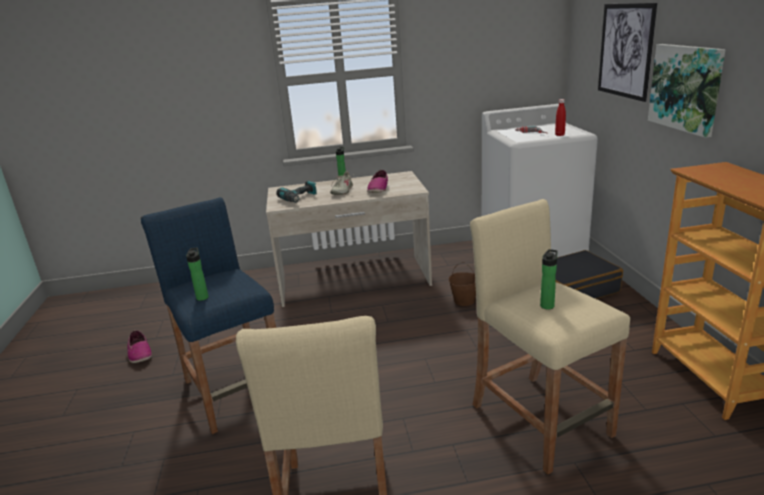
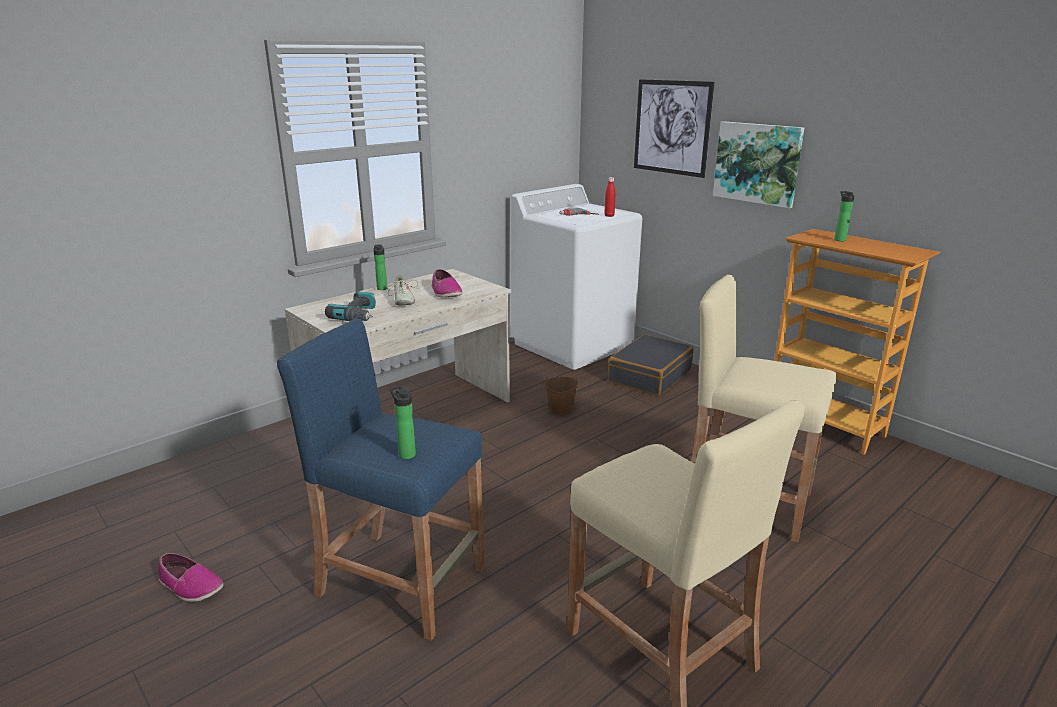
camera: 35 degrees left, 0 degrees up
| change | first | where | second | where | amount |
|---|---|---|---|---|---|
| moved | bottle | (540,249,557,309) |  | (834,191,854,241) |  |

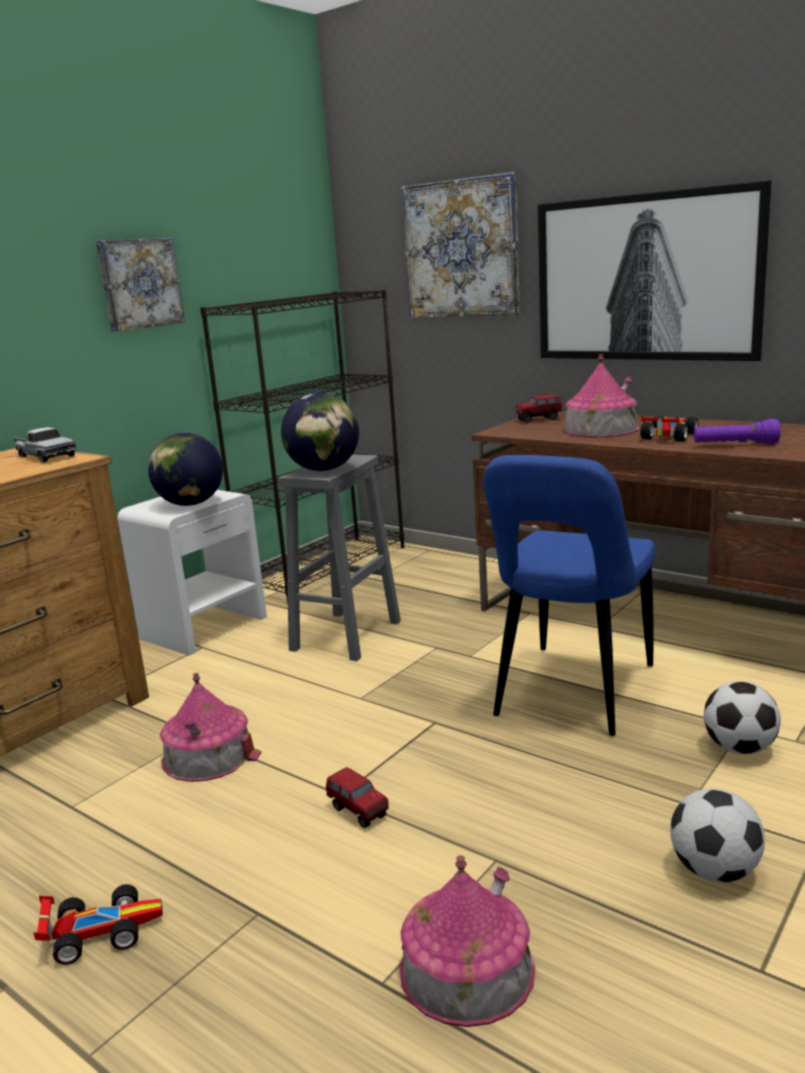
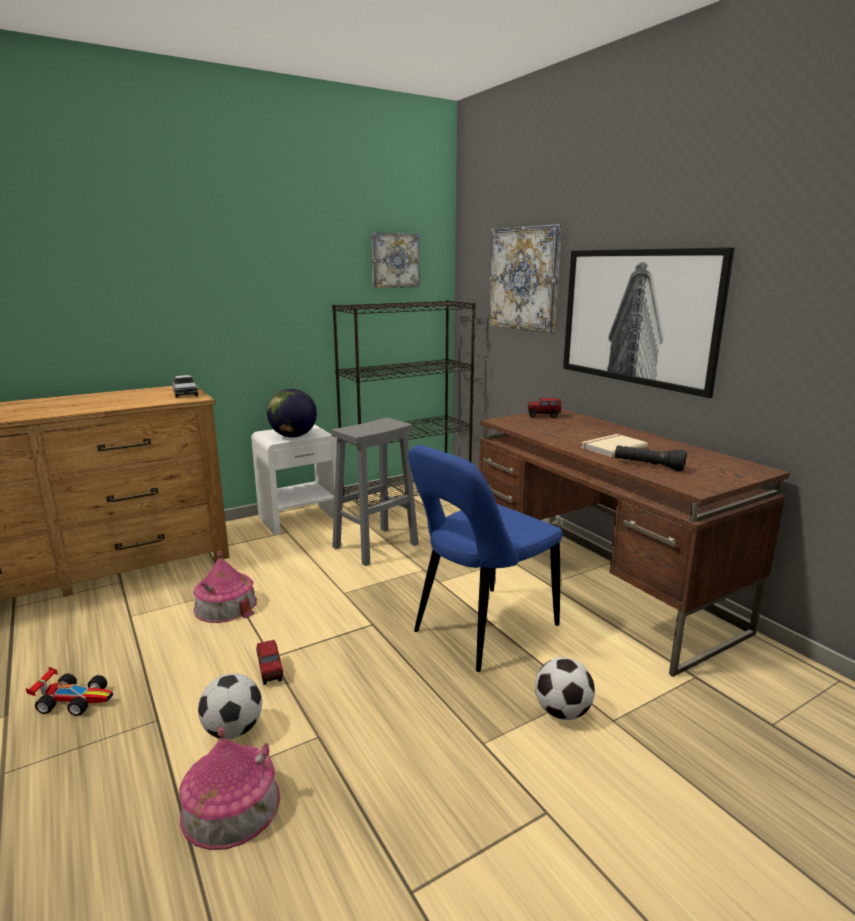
camera: 20 degrees right, 0 degrees up
| change | first | where | second | where | amount |
|---|---|---|---|---|---|
| moved | picture | (96,238,185,331) |  | (371,232,420,288) |  |
| removed | toy house | (563,354,639,437) |  |  |  |
| removed | globe | (281,393,359,471) |  |  |  |
| replaced | toy car | (640,416,699,441) | beige book | (581,434,648,457) |  |
| recoloured | purple flashlight | (694,419,781,445) | black flashlight | (615,445,687,471) |  |
| moved | football | (670,788,765,883) |  | (198,673,262,739) |  |

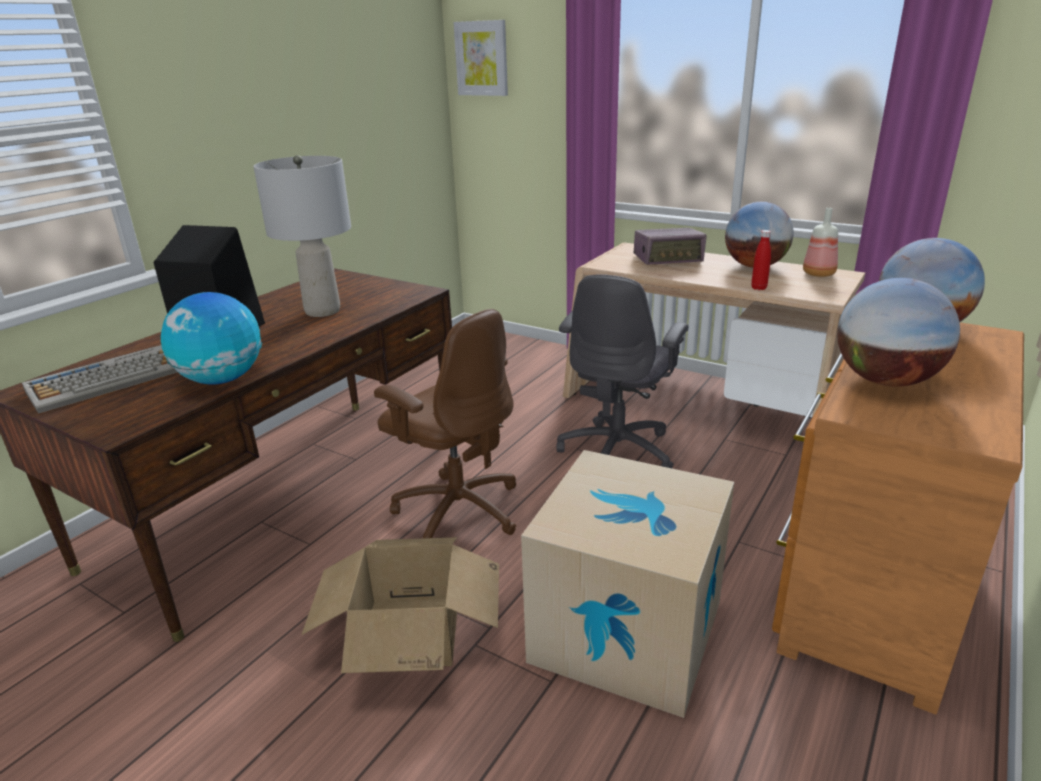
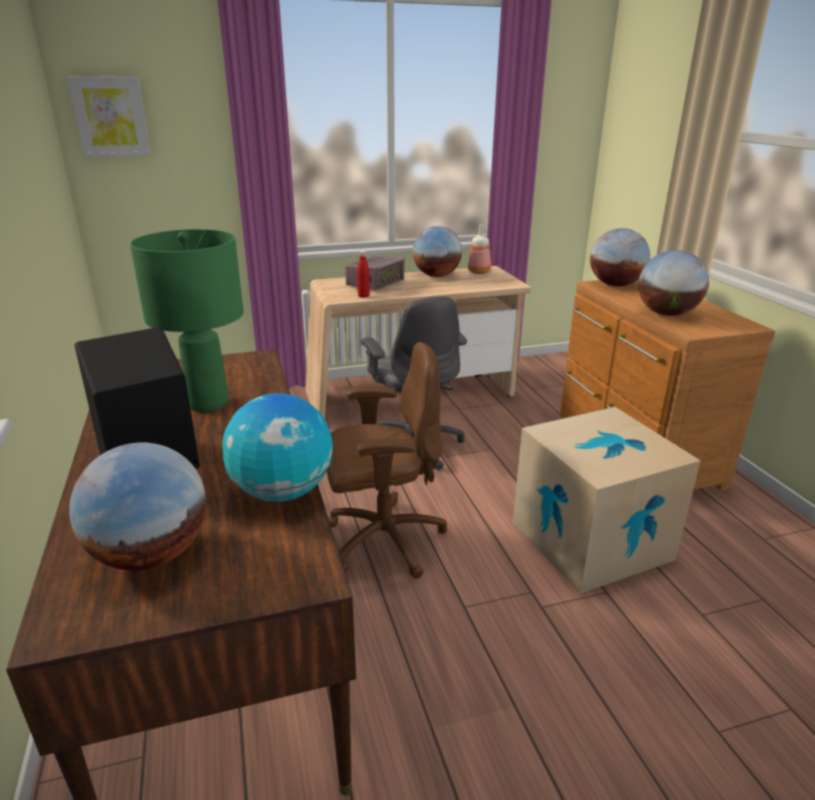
camera: 50 degrees left, 0 degrees up
| change | first | where | second | where | amount |
|---|---|---|---|---|---|
| recoloured | grey table lamp | (253,155,351,317) | green table lamp | (130,229,244,412) |  |
| moved | red bottle | (751,230,771,290) |  | (357,251,370,298) |  |
| replaced | keyboard | (22,345,177,414) | globe | (69,443,206,570) |  |
| removed | cardboard box | (302,537,499,673) |  |  |  |

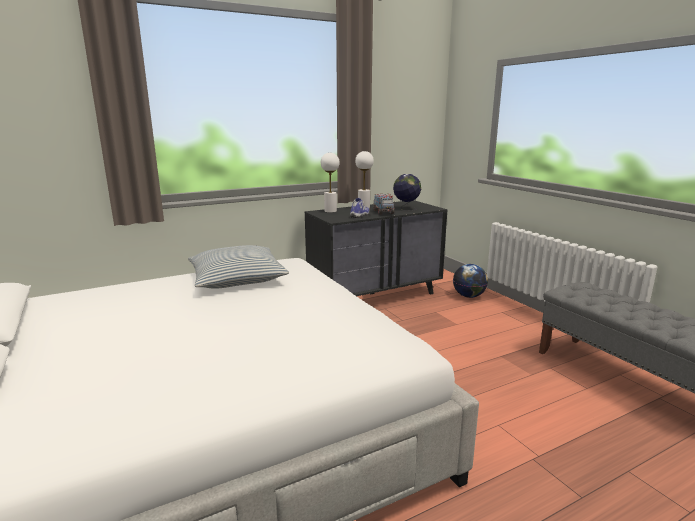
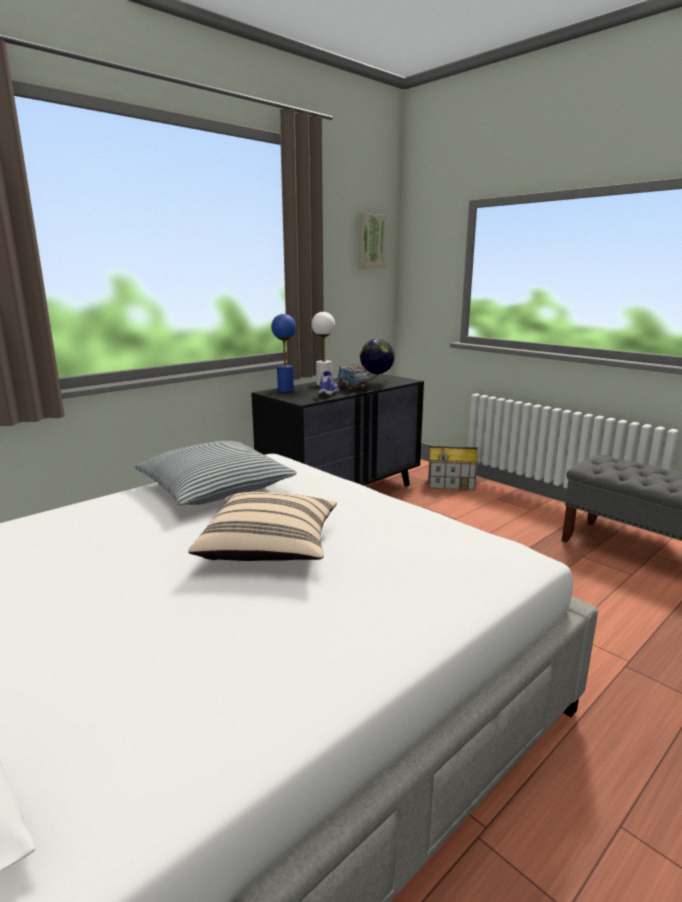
camera: 15 degrees left, 0 degrees up
| change | first | where | second | where | amount |
|---|---|---|---|---|---|
| recoloured | white table lamp | (321,153,340,213) | blue table lamp | (271,314,296,392) |  |
| replaced | globe | (453,264,488,298) | toy house | (428,446,478,490) |  |
| added |  |  | picture | (358,213,387,269) |  |
| added |  |  | beige pillow | (188,492,337,561) |  |

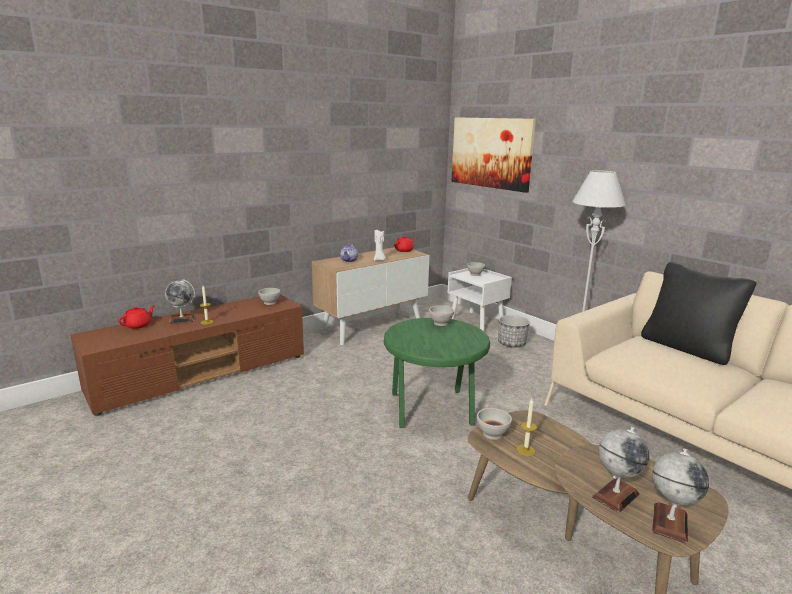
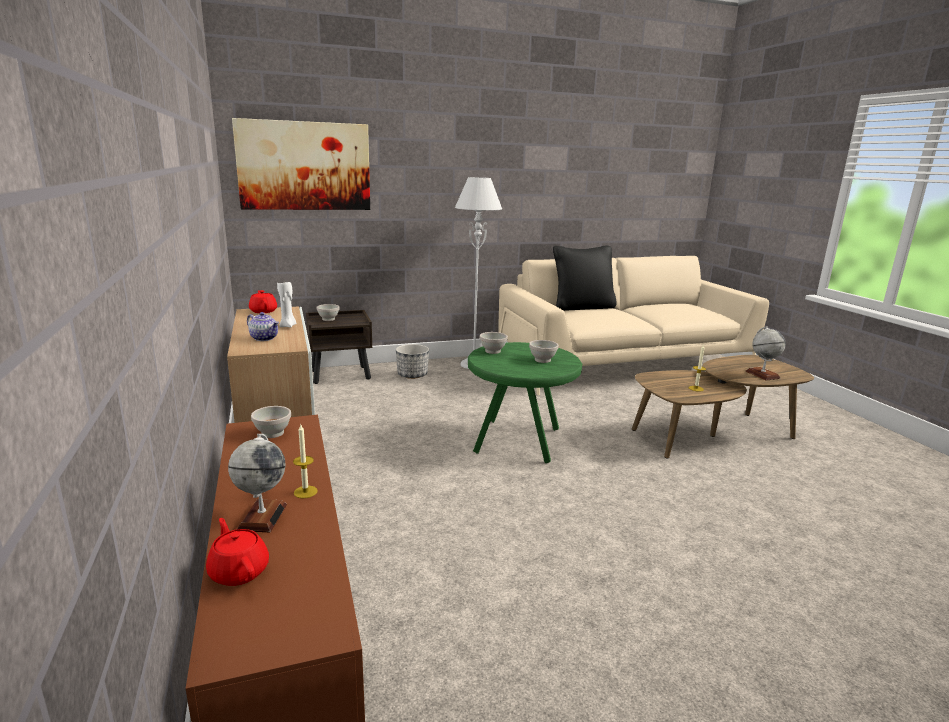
camera: 70 degrees left, 0 degrees up
| change | first | where | second | where | amount |
|---|---|---|---|---|---|
| recoloured | white nightstand | (448,268,512,331) | brown nightstand | (306,310,372,384) |  |
| moved | white bowl | (477,408,512,440) |  | (529,340,558,363) |  |
| removed | globe | (652,448,709,544) |  |  |  |

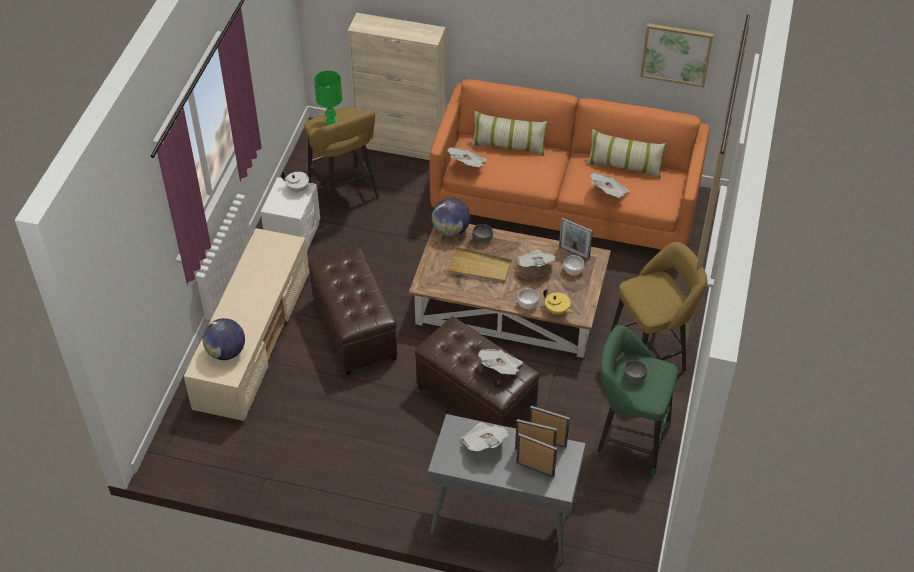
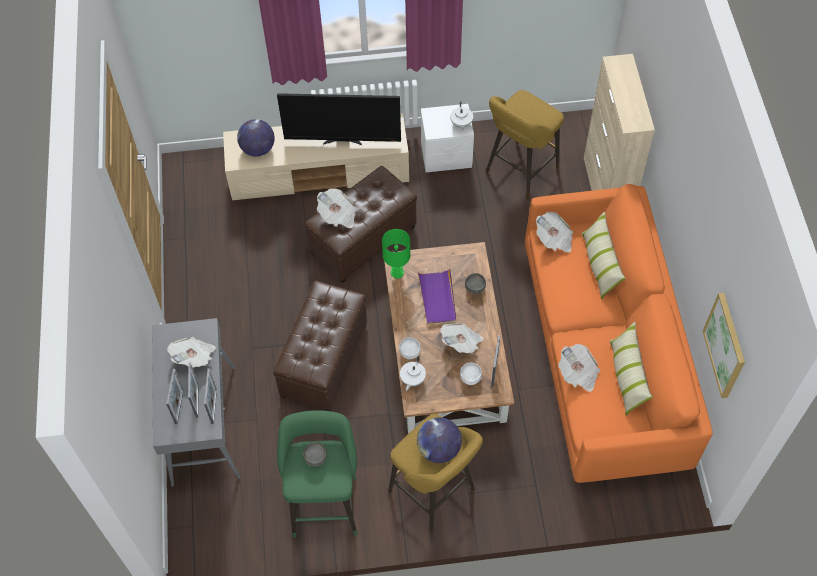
camera: 70 degrees right, 10 degrees up
| change | first | where | second | where | amount |
|---|---|---|---|---|---|
| moved | green table lamp | (314,70,342,125) |  | (382,229,410,278) |  |
| moved | globe | (432,198,470,237) |  | (417,417,462,463) |  |
| recoloured | beige tray | (447,247,512,283) | purple tray | (418,269,456,324) |  |
| recoloured | yellow teapot | (543,289,574,315) | white teapot | (400,356,426,391) |  |
| moved | newspaper | (478,349,523,375) |  | (317,188,357,228) |  |
| added |  |  | television | (277,93,401,146) |  |

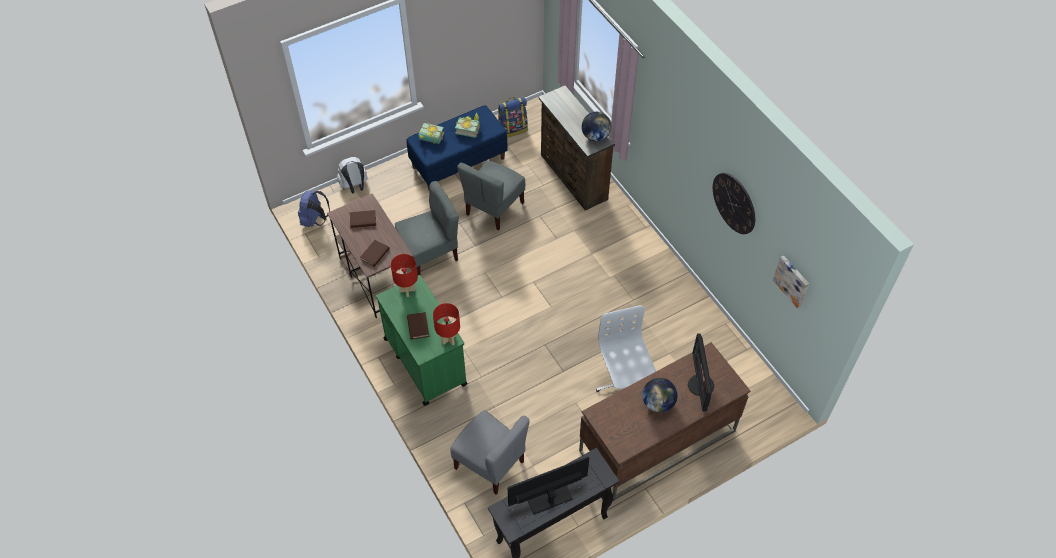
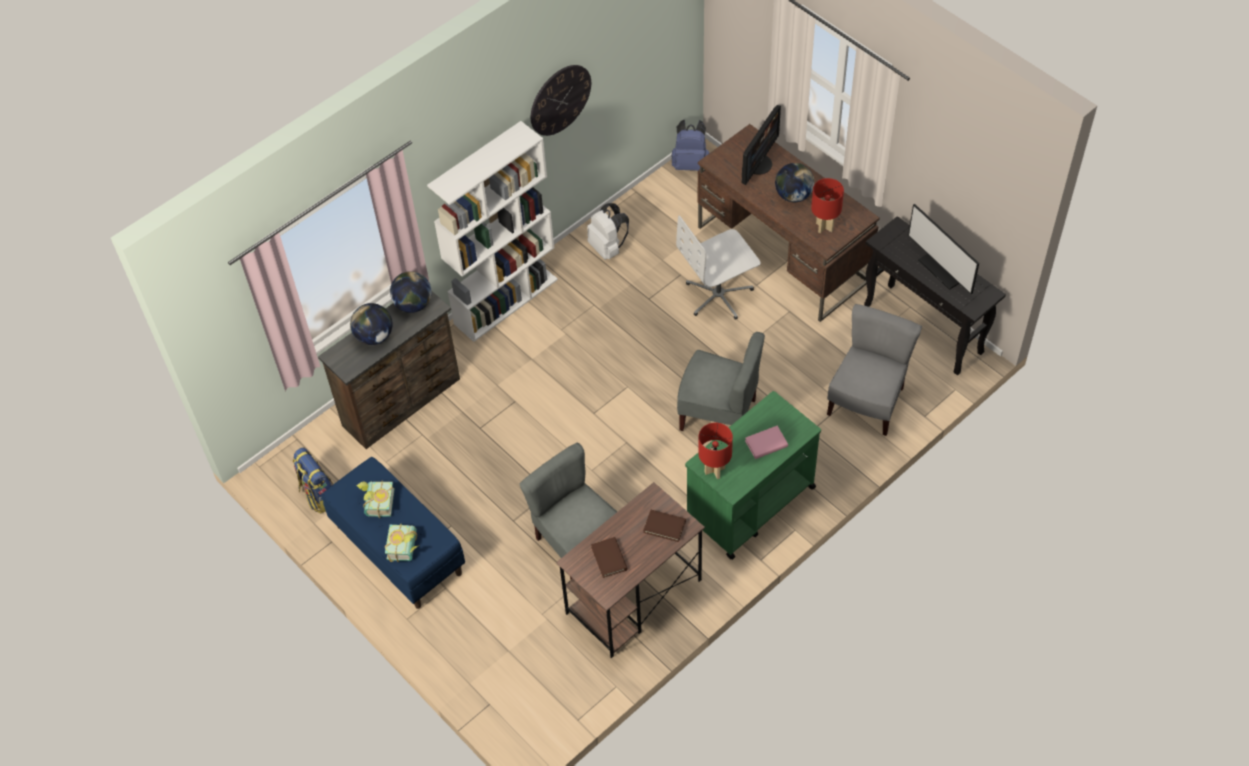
camera: 100 degrees left, 0 degrees up
| change | first | where | second | where | amount |
|---|---|---|---|---|---|
| moved | white backpack | (337,157,368,194) |  | (587,203,629,260) |  |
| moved | grey chair | (457,160,525,231) |  | (677,332,765,431) |  |
| moved | blue backpack | (298,191,330,227) |  | (671,120,709,171) |  |
| removed | picture | (773,255,809,308) |  |  |  |
| moved | red table lamp | (433,303,460,345) |  | (811,178,844,234) |  |
| recoloured | brown book | (407,312,429,340) | pink book | (745,426,788,459) |  |
| turned | monitor | (688,334,714,412) |  | (741,105,781,185) | 45 degrees counterclockwise |
| added |  |  | white bookcase | (427,121,558,342) |  |
| added |  |  | globe | (350,303,393,345) |  |

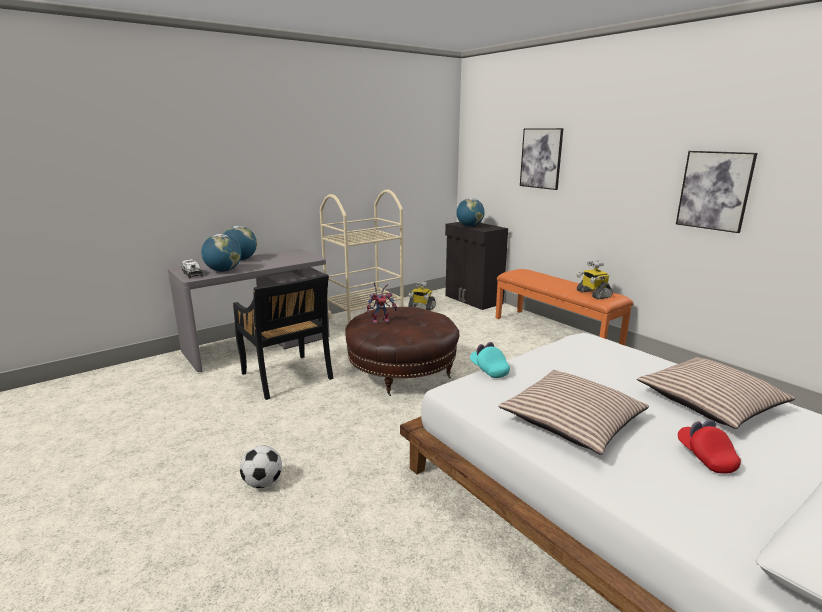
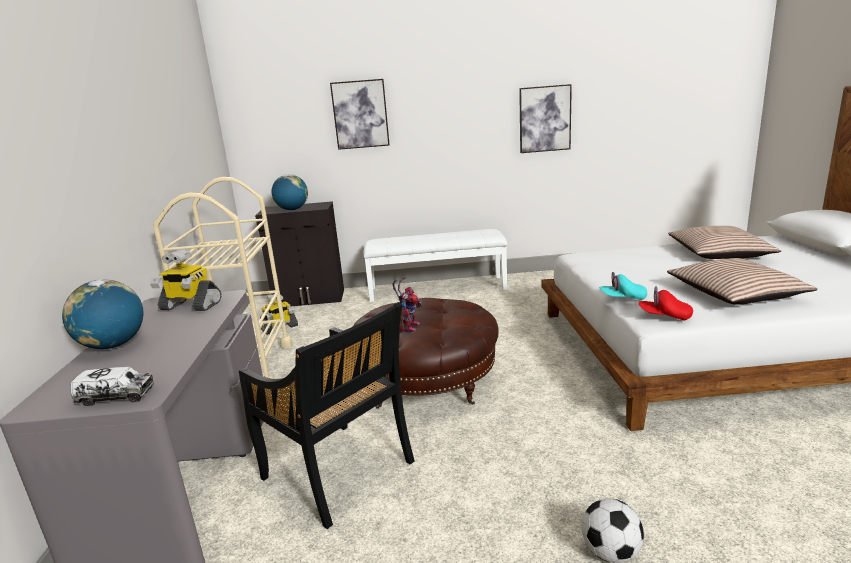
camera: 55 degrees left, 0 degrees up
| change | first | where | second | where | amount |
|---|---|---|---|---|---|
| removed | globe | (201,234,242,272) |  |  |  |
| moved | toy robot | (577,260,613,299) |  | (150,250,222,311) |  |
| recoloured | orange bench | (496,269,633,346) | white bench | (363,229,507,302) |  |
| turned | black chair | (233,274,333,400) |  | (239,302,415,529) | 45 degrees clockwise |
| moved | red cap | (678,419,741,474) |  | (638,286,693,320) |  |

